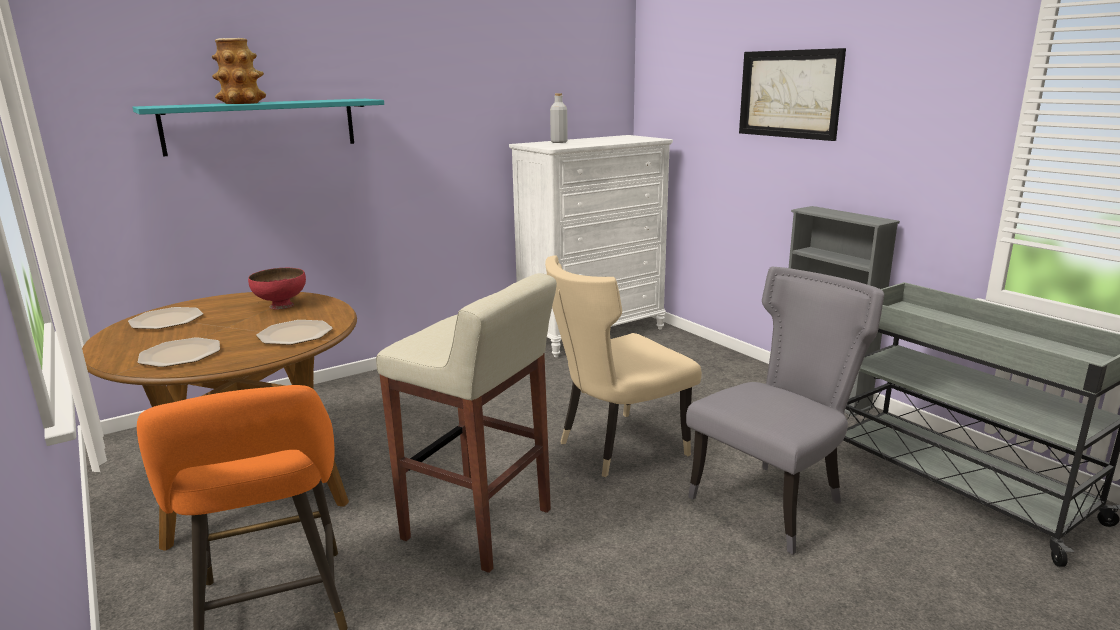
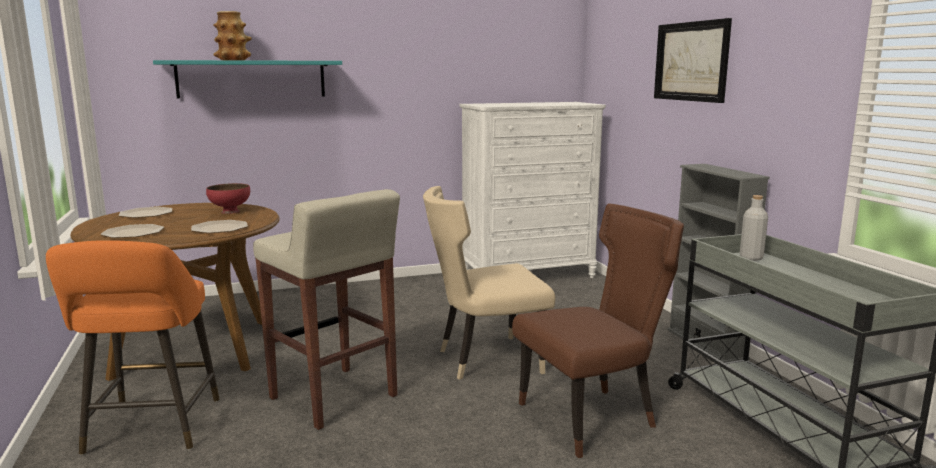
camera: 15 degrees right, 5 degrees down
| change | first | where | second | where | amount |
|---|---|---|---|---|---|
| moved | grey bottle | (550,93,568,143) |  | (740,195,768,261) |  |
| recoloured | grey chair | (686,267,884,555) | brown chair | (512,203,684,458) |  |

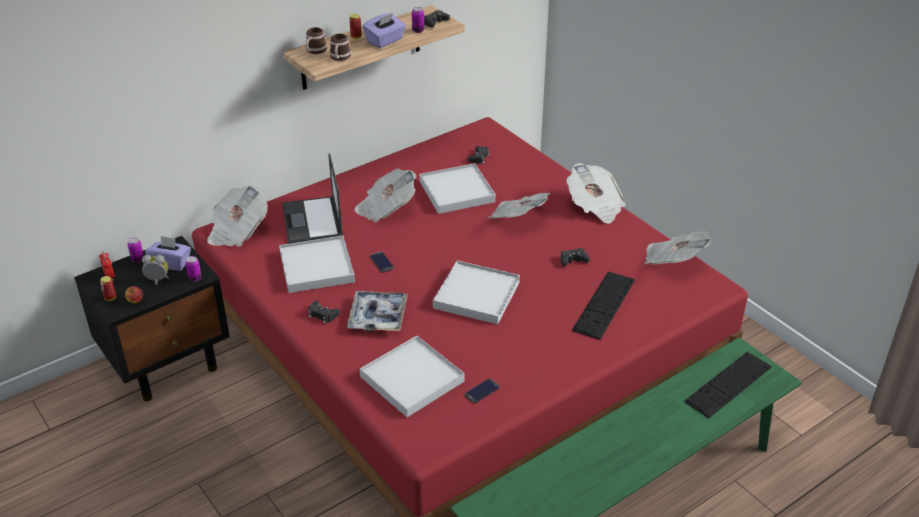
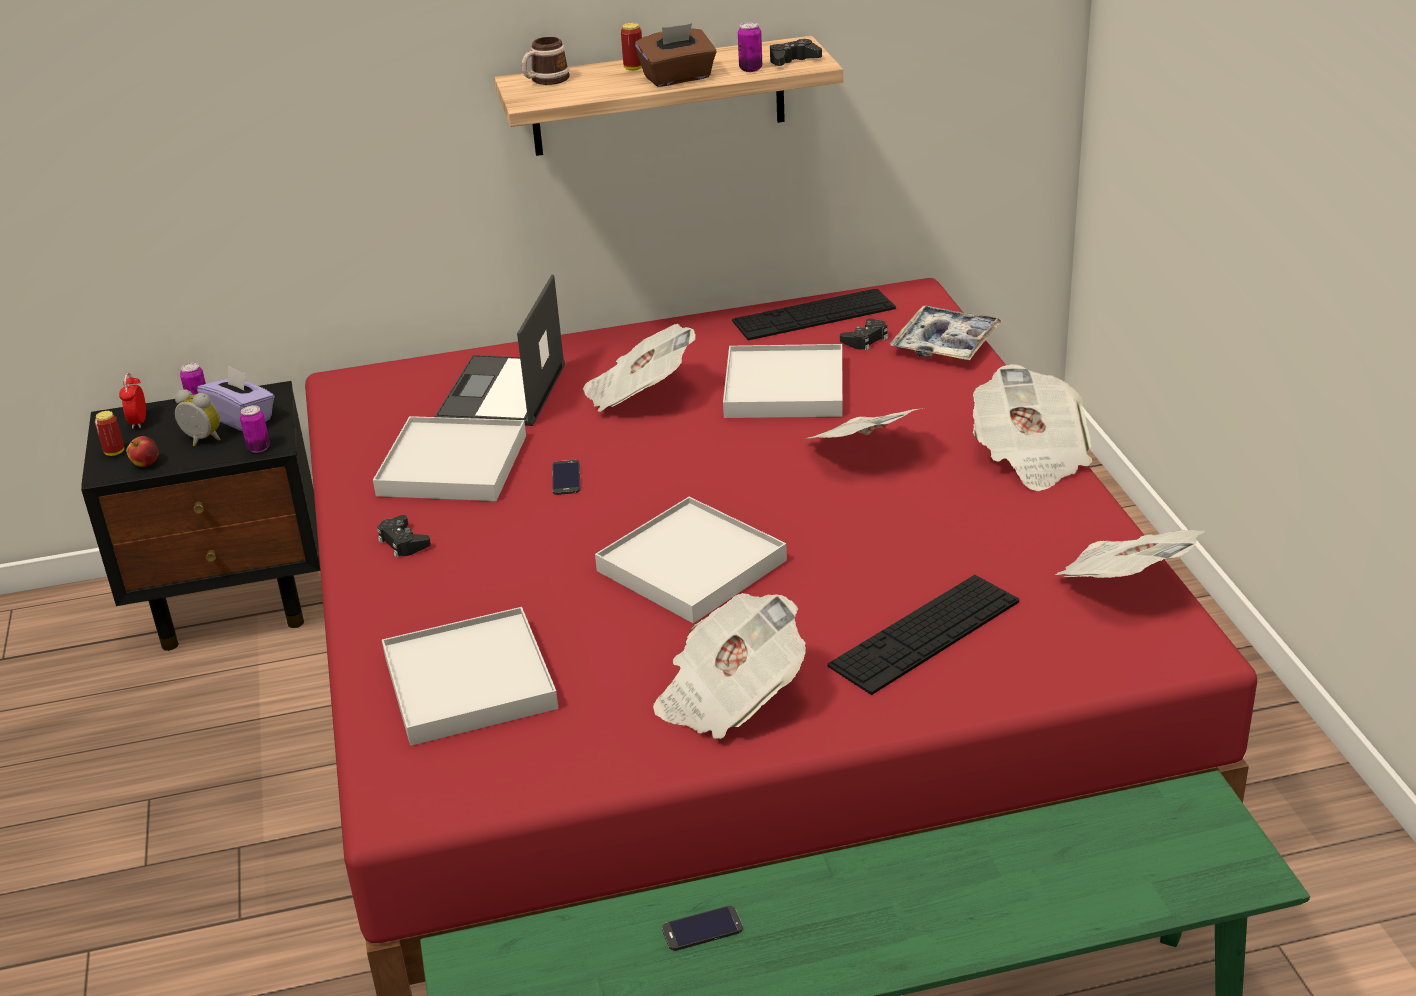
camera: 25 degrees right, 5 degrees down
| change | first | where | second | where | amount |
|---|---|---|---|---|---|
| recoloured | purple tissue box | (363,13,406,48) | brown tissue box | (635,23,717,87) |  |
| removed | mug | (330,34,351,61) |  |  |  |
| moved | newspaper | (207,186,268,247) |  | (653,593,806,739) |  |
| removed | black game controller | (560,248,590,266) |  |  |  |
| moved | tray | (347,291,408,332) |  | (890,306,1003,361) |  |
| moved | keyboard | (684,352,772,418) |  | (732,289,896,340) |  |
| moved | phone | (465,379,500,403) |  | (662,906,743,951) |  |

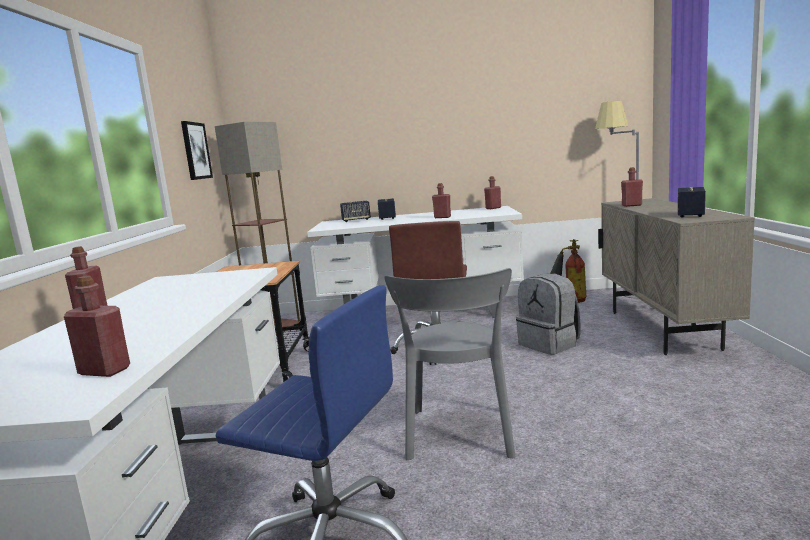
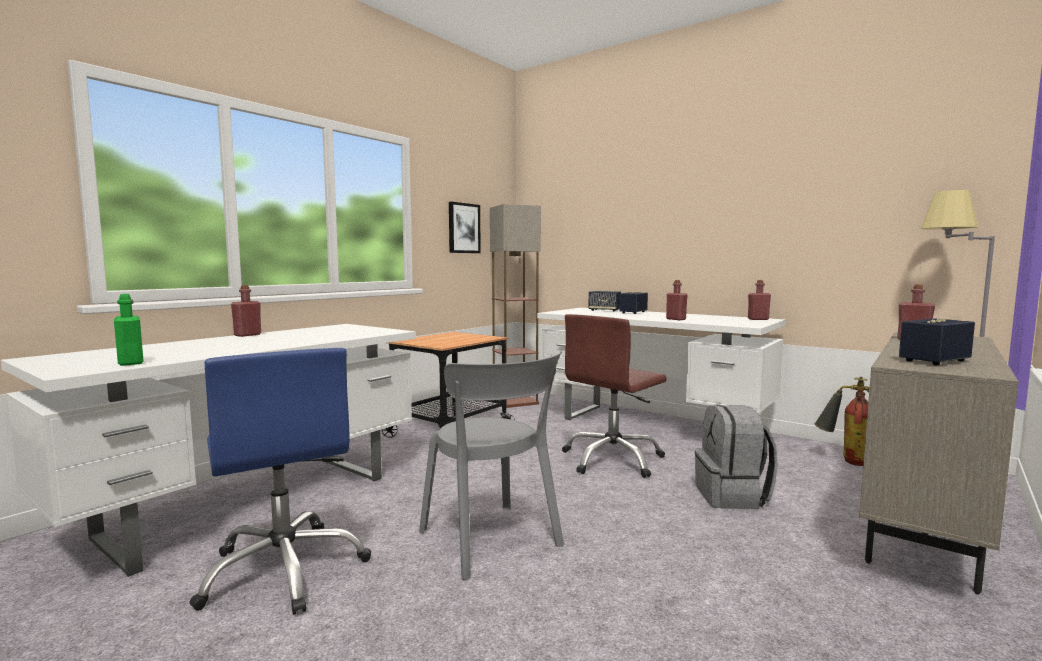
camera: 35 degrees right, 5 degrees down
| change | first | where | second | where | amount |
|---|---|---|---|---|---|
| turned | grey chair | (384,268,515,460) |  | (419,351,564,580) | 75 degrees counterclockwise |
| recoloured | red bottle | (64,276,130,377) | green bottle | (114,294,144,366) |  |

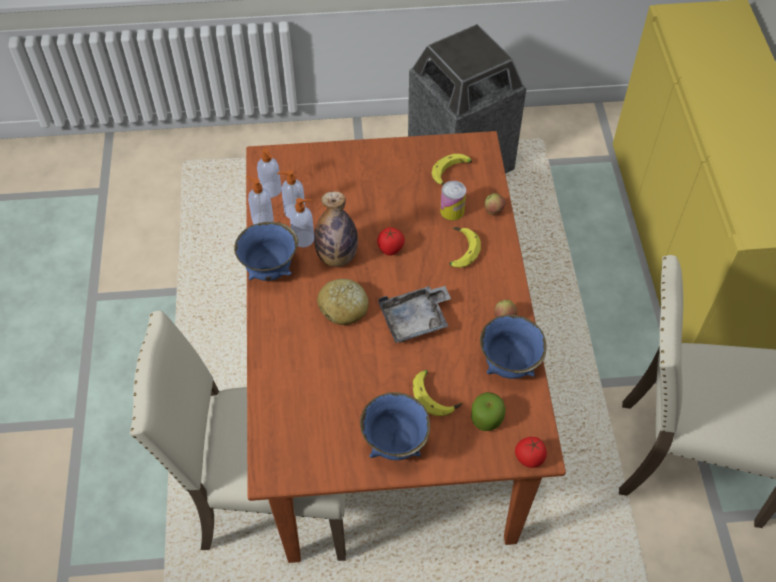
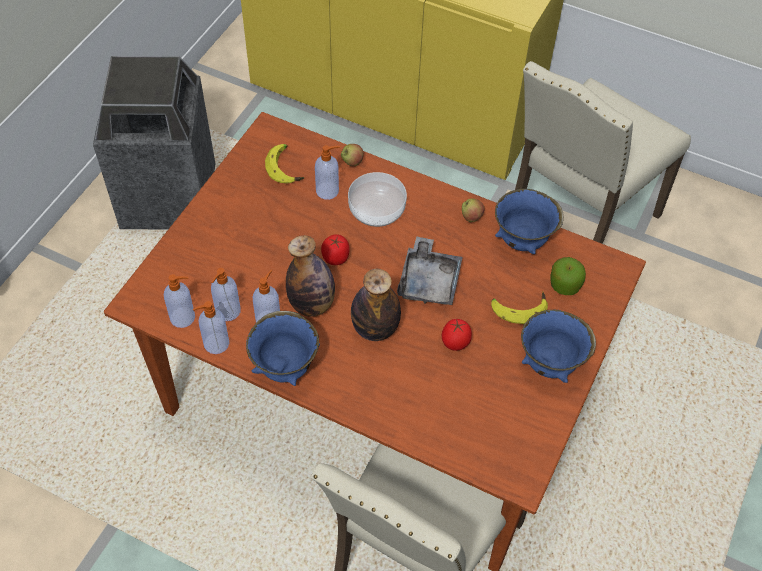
camera: 60 degrees left, 0 degrees up
| change | first | where | second | where | amount |
|---|---|---|---|---|---|
| replaced | can | (440,181,467,221) | soap dispenser | (315,145,340,200) |  |
| replaced | banana | (449,227,481,268) | bowl | (348,172,407,227) |  |
| replaced | bread | (317,279,369,325) | bottle | (351,269,401,341) |  |
| moved | tomato | (515,437,547,468) |  | (442,319,472,351) |  |

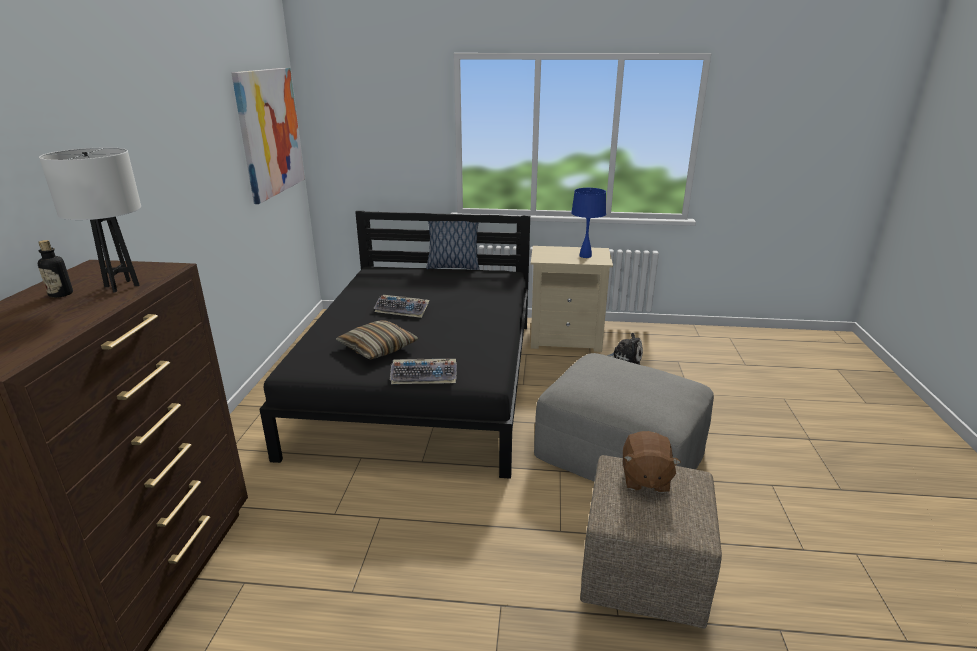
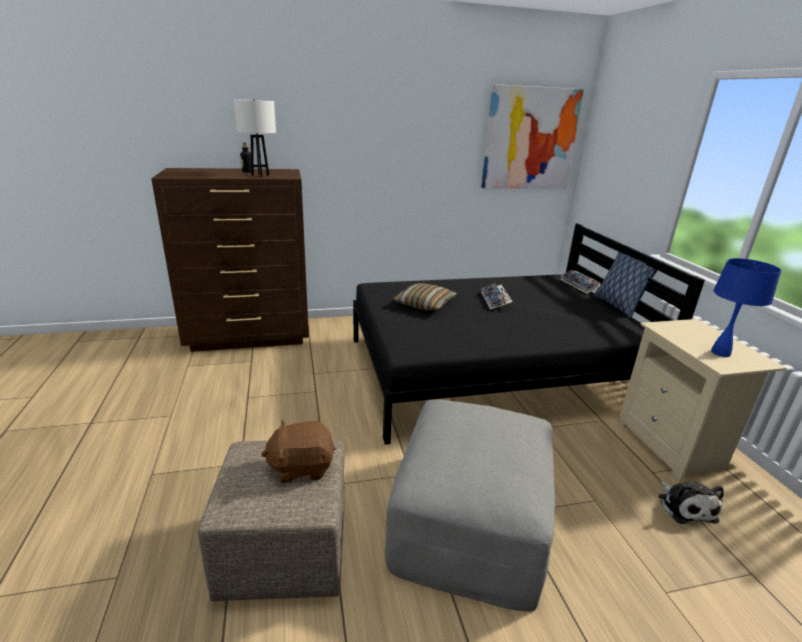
camera: 70 degrees right, 0 degrees up
| change | first | where | second | where | amount |
|---|---|---|---|---|---|
| moved | keyboard | (390,359,457,384) |  | (560,270,601,294) |  |

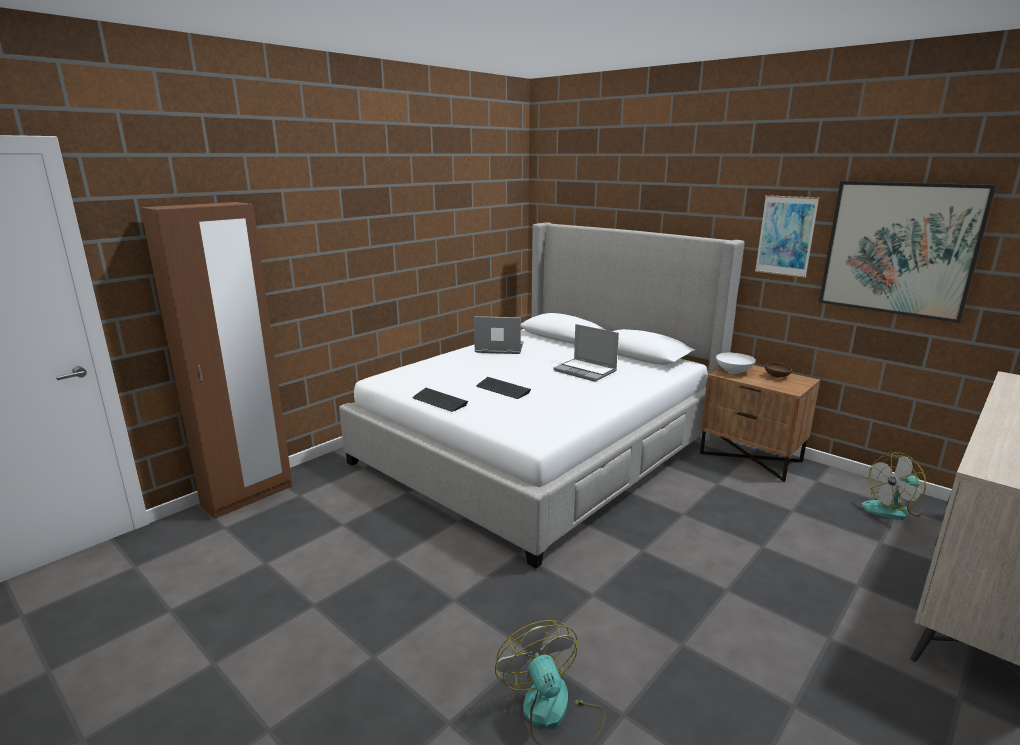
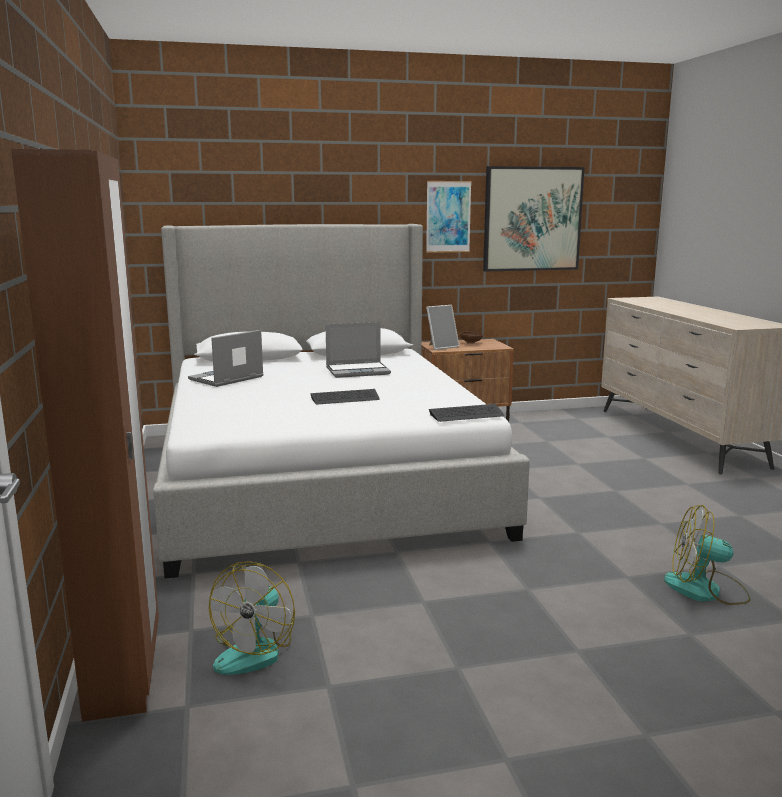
camera: 55 degrees left, 5 degrees down
| change | first | where | second | where | amount |
|---|---|---|---|---|---|
| replaced | white bowl | (716,353,756,374) | picture frame | (426,305,460,350) |  |
| moved | keyboard | (413,388,468,412) |  | (429,404,504,422) |  |
| moved | fan | (861,452,926,520) |  | (209,561,295,675) |  |

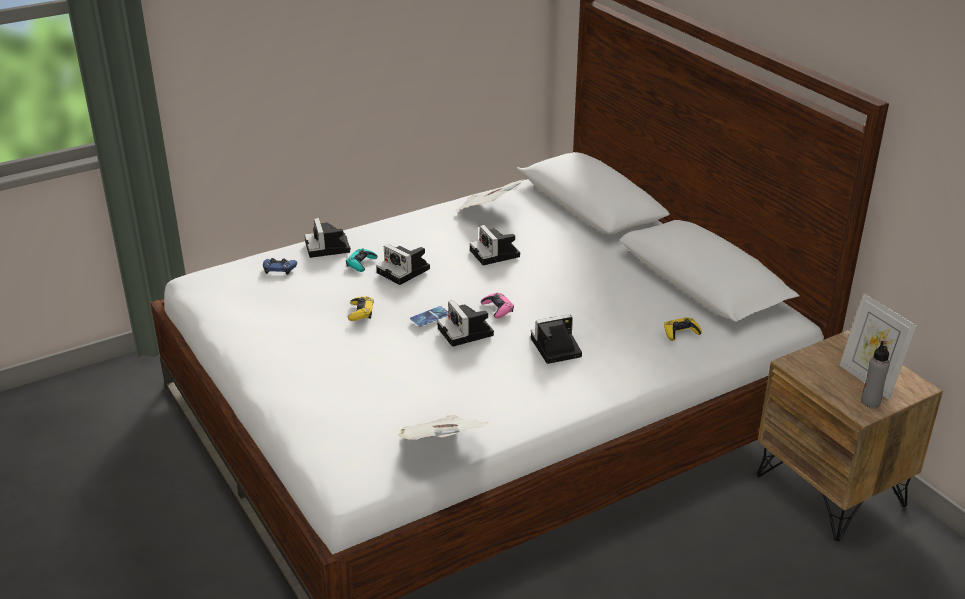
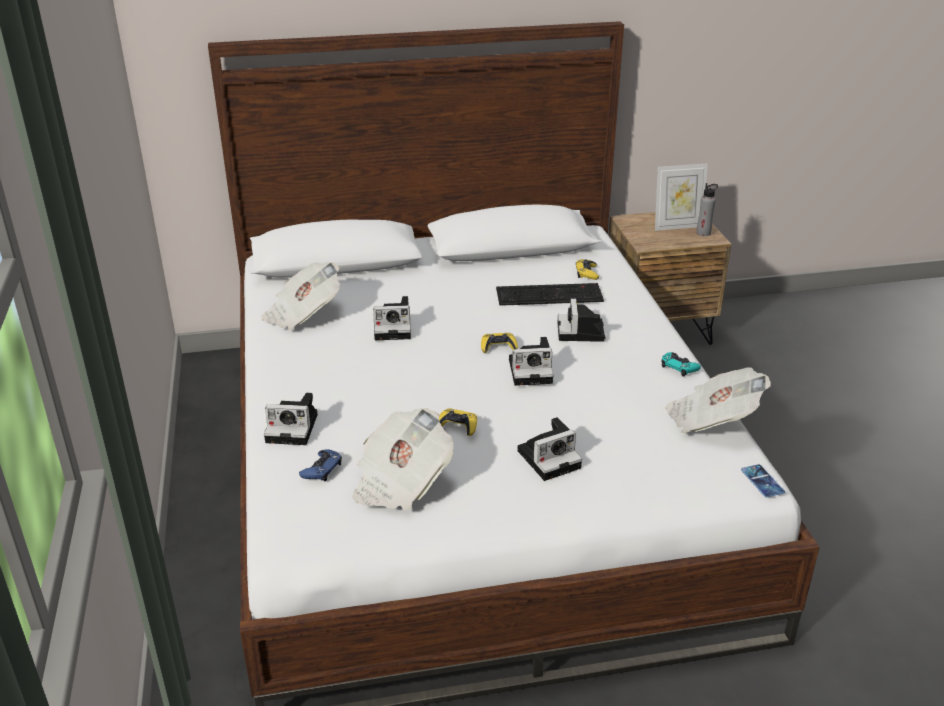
camera: 70 degrees left, 0 degrees up
| change | first | where | second | where | amount |
|---|---|---|---|---|---|
| moved | photo camera | (376,244,430,285) |  | (517,417,582,481) |  |
| moved | turquoise game controller | (346,248,378,272) |  | (661,352,701,377) |  |
| recoloured | pink game controller | (481,293,514,319) | yellow game controller | (481,333,518,353) |  |
| moved | phone | (410,306,448,326) |  | (741,464,785,497) |  |
| added |  |  | keyboard | (496,283,604,306) |  |
| added |  |  | newspaper | (353,408,454,510) |  |

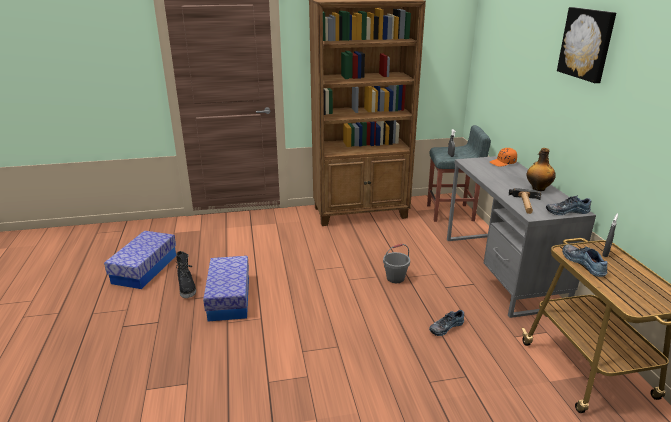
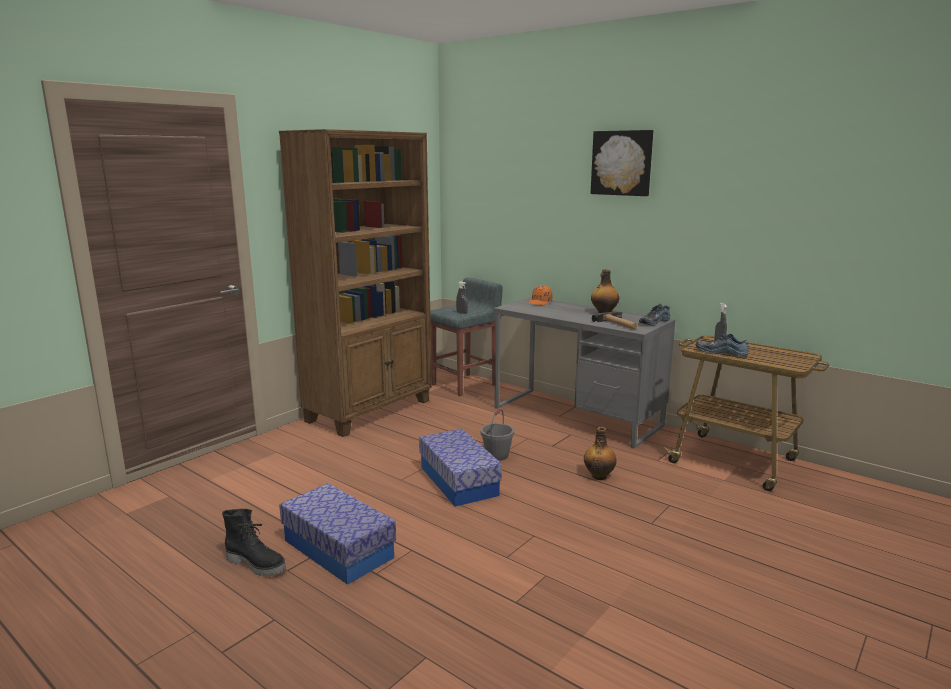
camera: 40 degrees left, 10 degrees down
| change | first | where | second | where | amount |
|---|---|---|---|---|---|
| moved | storage box | (104,231,176,289) |  | (419,429,502,507) |  |
| replaced | shoe | (429,310,464,336) | bottle | (584,427,616,480) |  |

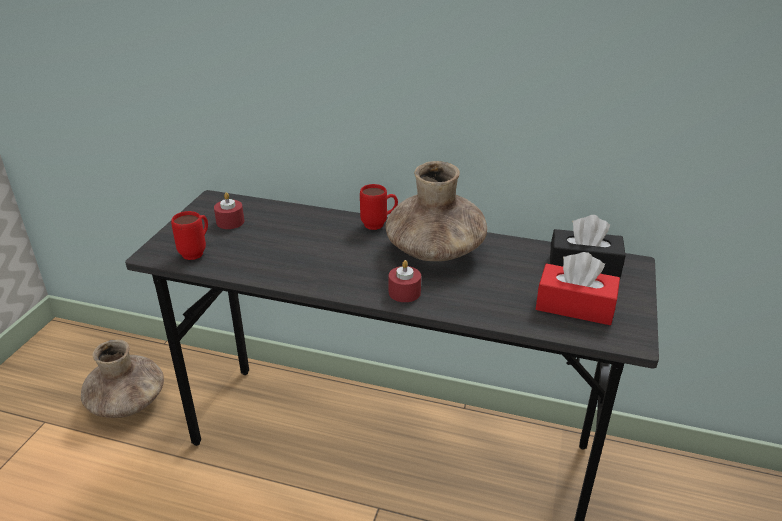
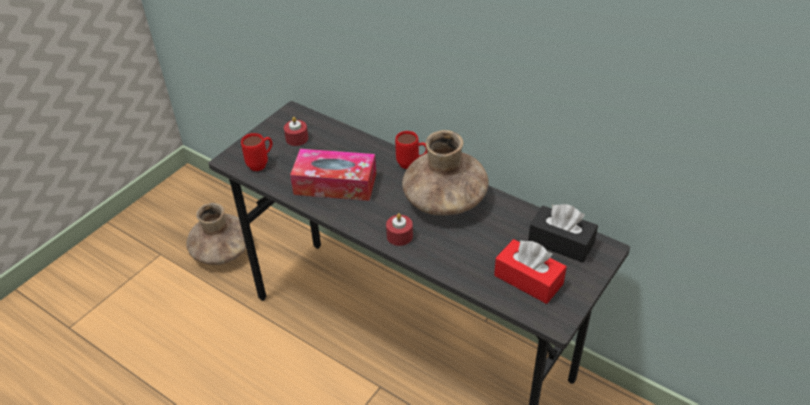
camera: 20 degrees right, 10 degrees up
| change | first | where | second | where | amount |
|---|---|---|---|---|---|
| added |  |  | tissue box | (290,149,376,201) |  |

